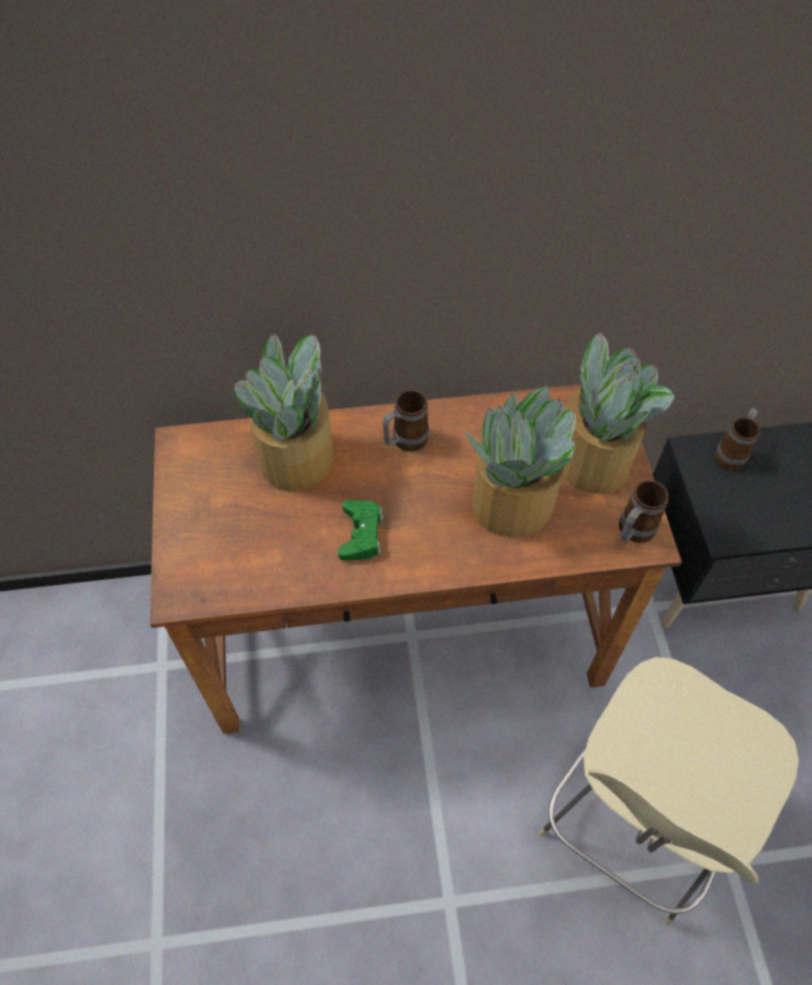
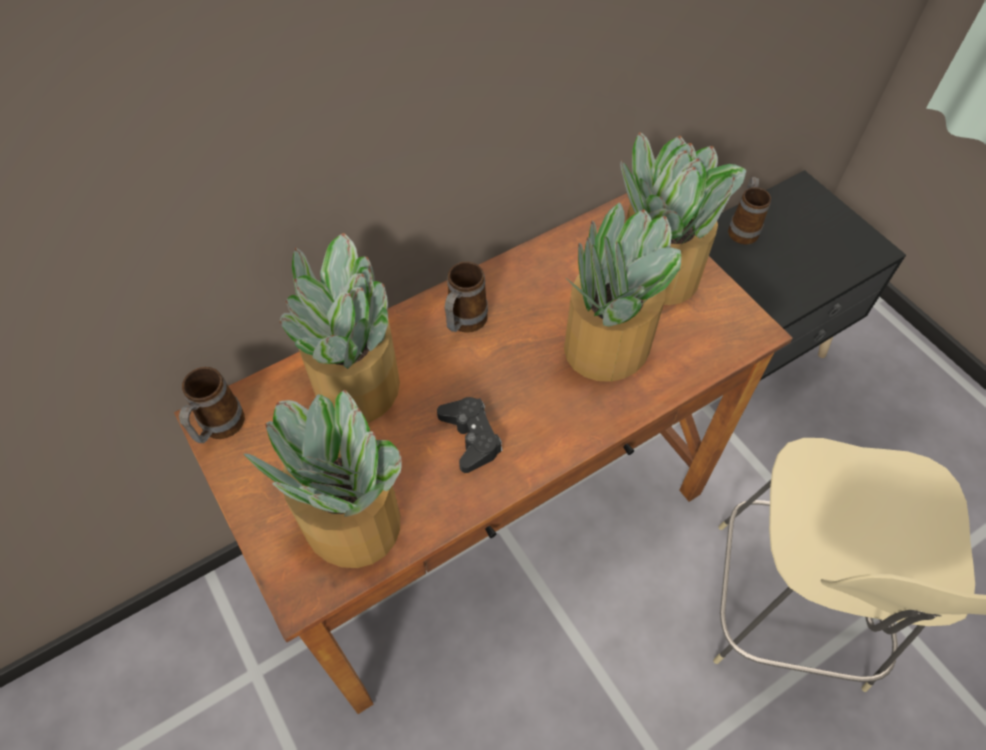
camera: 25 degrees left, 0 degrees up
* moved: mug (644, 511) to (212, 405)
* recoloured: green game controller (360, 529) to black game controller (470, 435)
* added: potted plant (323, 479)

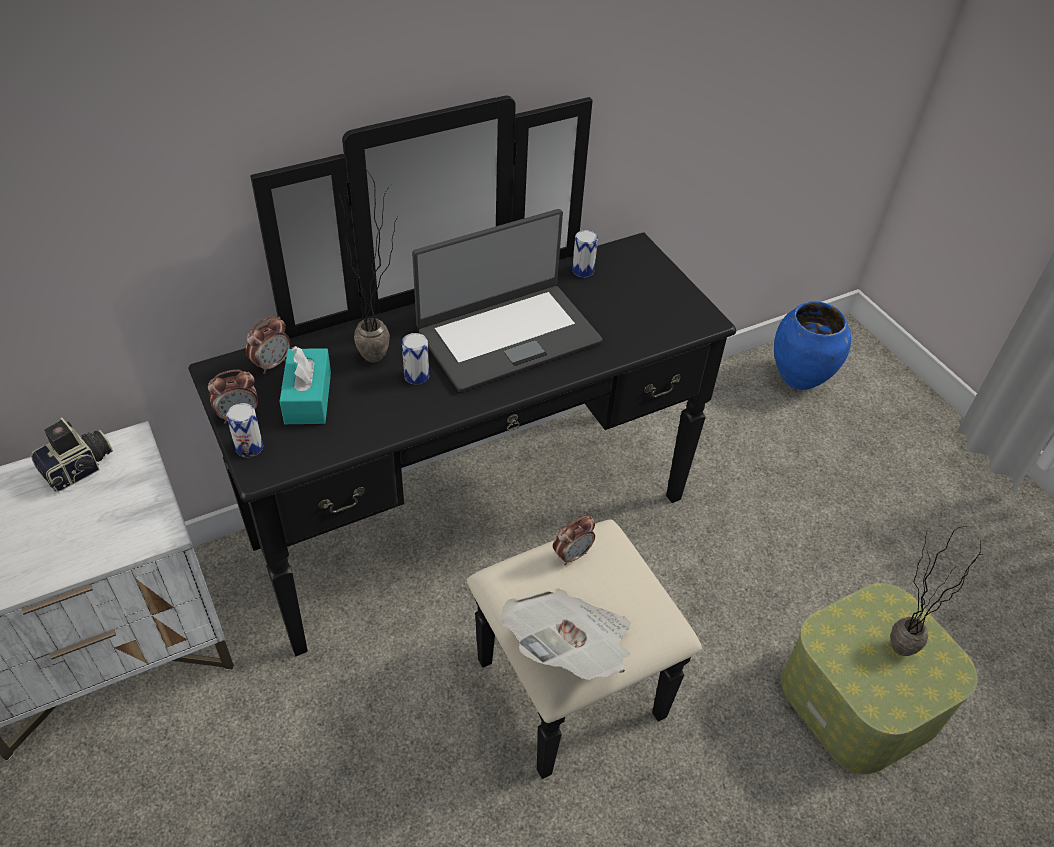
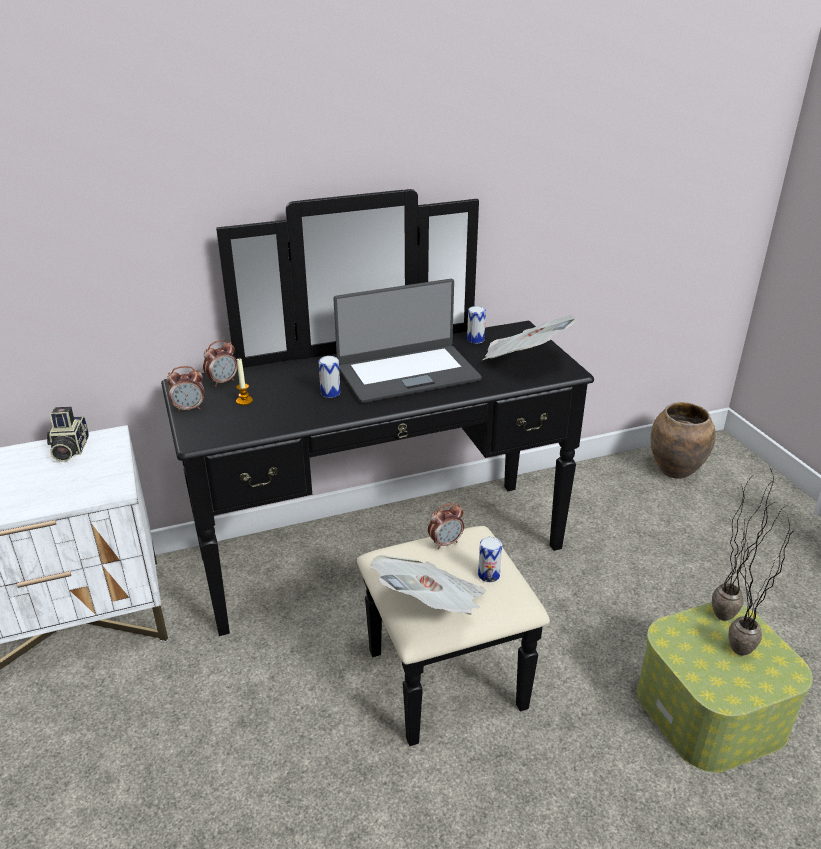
camera: 10 degrees right, 15 degrees down
* moved: potted plant (368, 264) to (749, 545)
* recoloured: blue vase (812, 345) to brown vase (683, 440)
* replaced: turquoise tissue box (305, 385) to candle (244, 382)
* moved: can (244, 430) to (490, 559)
* turned: photo camera (72, 454) = (68, 434) 120 degrees clockwise
* added: newspaper (529, 337)

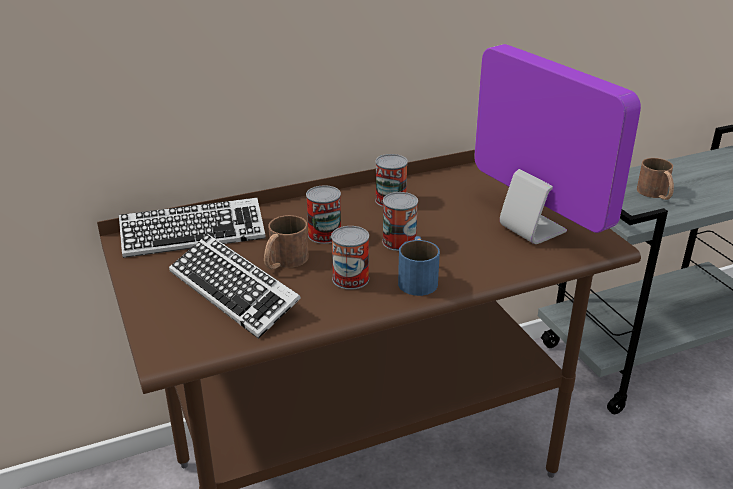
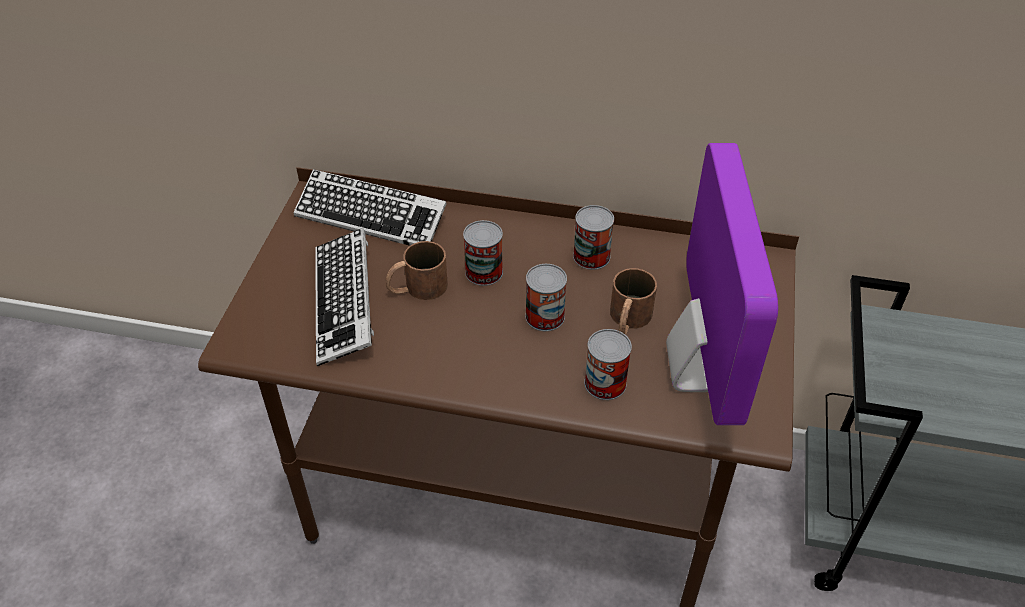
camera: 35 degrees right, 15 degrees up
* moved: brown mug (655, 179) to (633, 301)
* moved: can (350, 258) to (608, 364)
* removed: blue mug (419, 266)

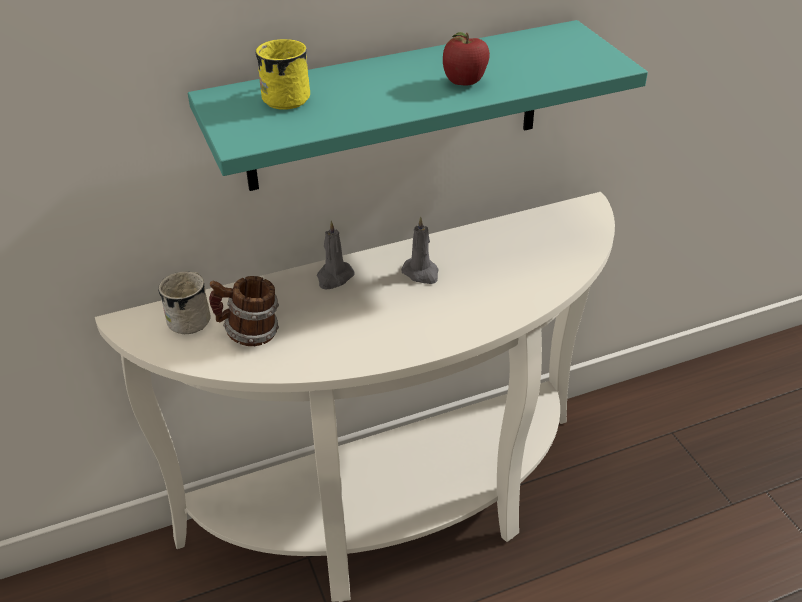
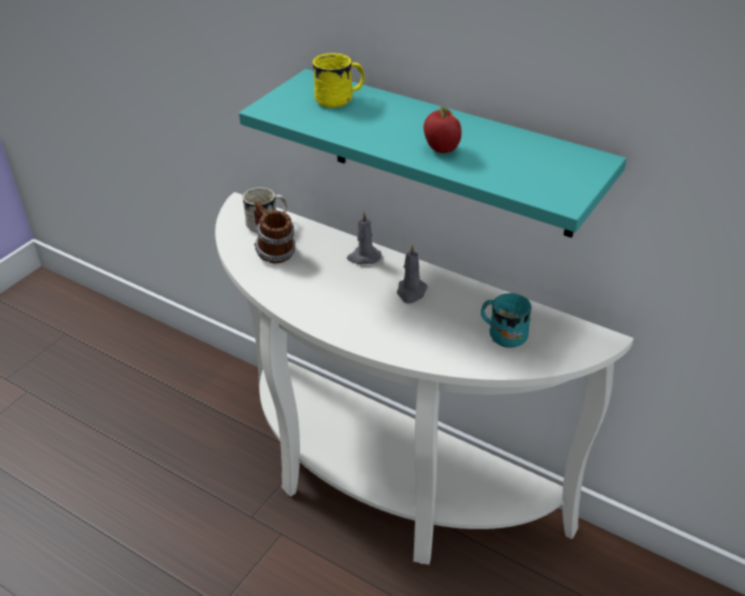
camera: 55 degrees right, 0 degrees up
* added: turquoise mug (506, 320)

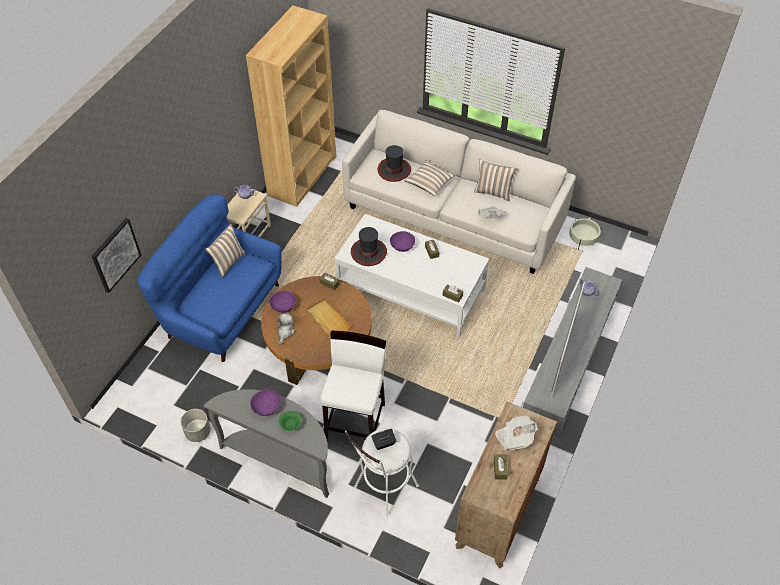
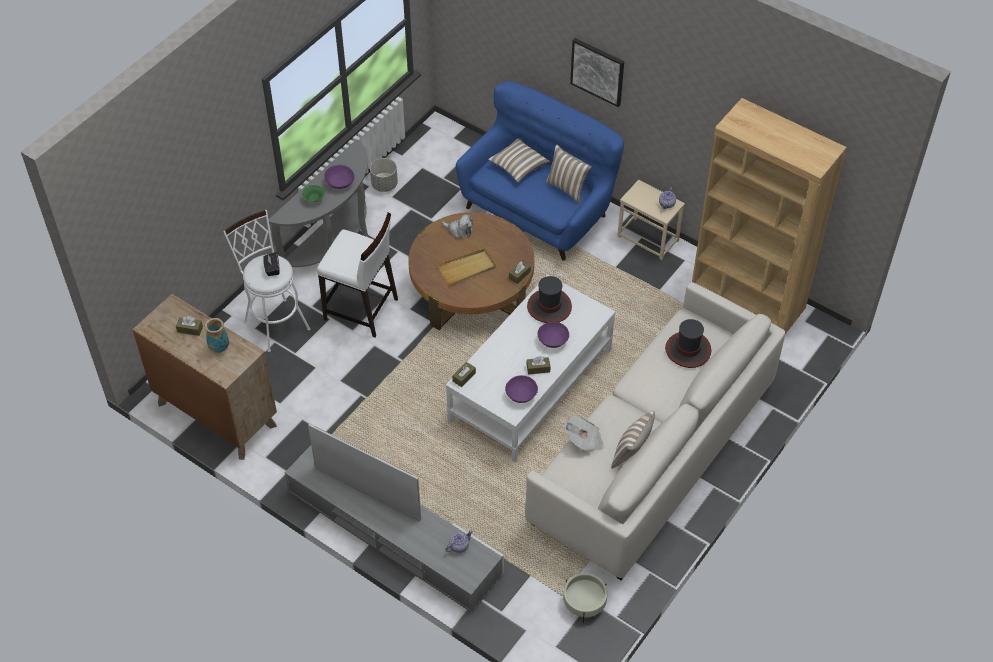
camera: 100 degrees right, 0 degrees up
* moved: pillow (430, 178) to (519, 161)
* moved: picture (116, 255) to (597, 72)
* moved: purple bowl (283, 302) to (521, 389)
* replaced: newspaper (516, 433) to vase (217, 335)

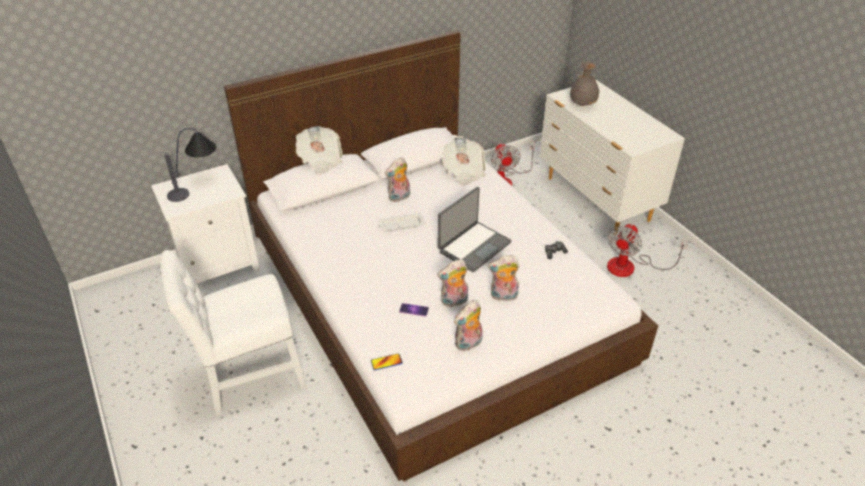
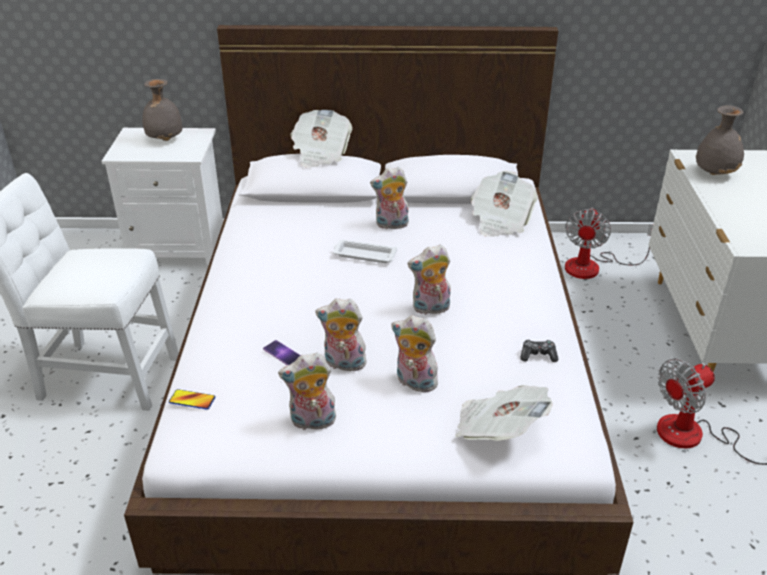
camera: 30 degrees right, 5 degrees down
* replaced: table lamp (190, 165) to grey vase (162, 110)
* replaced: laptop (475, 229) to plush toy (429, 279)
* added: newspaper (504, 413)

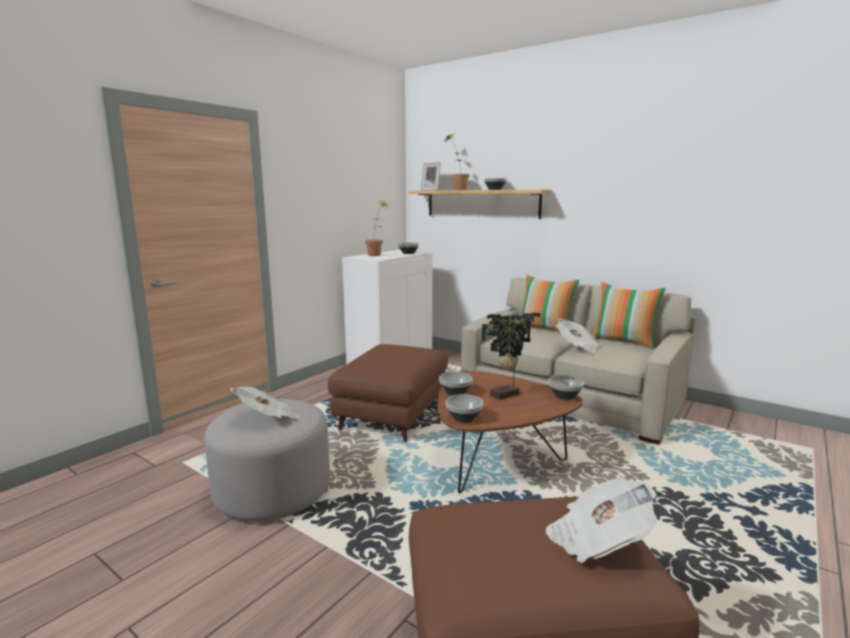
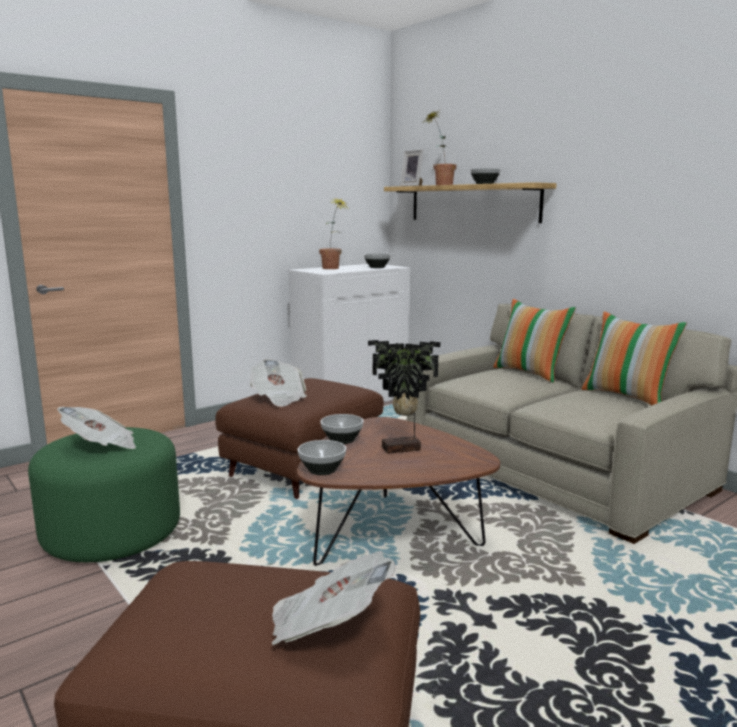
camera: 15 degrees right, 0 degrees up
* moved: newspaper (578, 336) to (278, 383)
* removed: bowl (566, 387)
* recoloured: grey ottoman (267, 460) to green ottoman (104, 494)

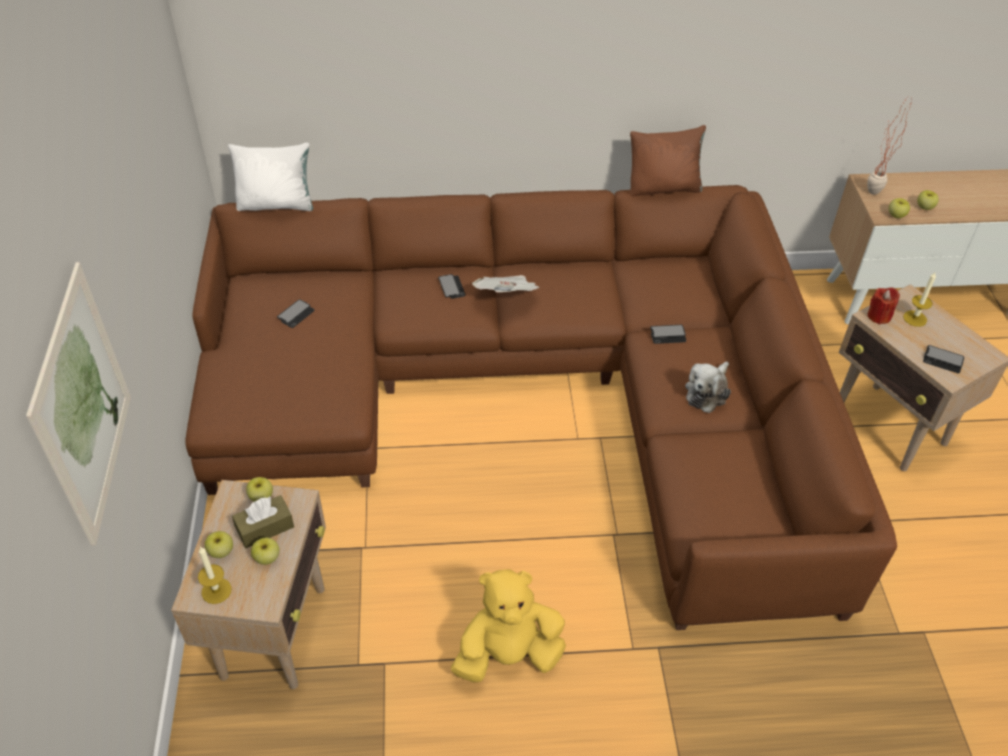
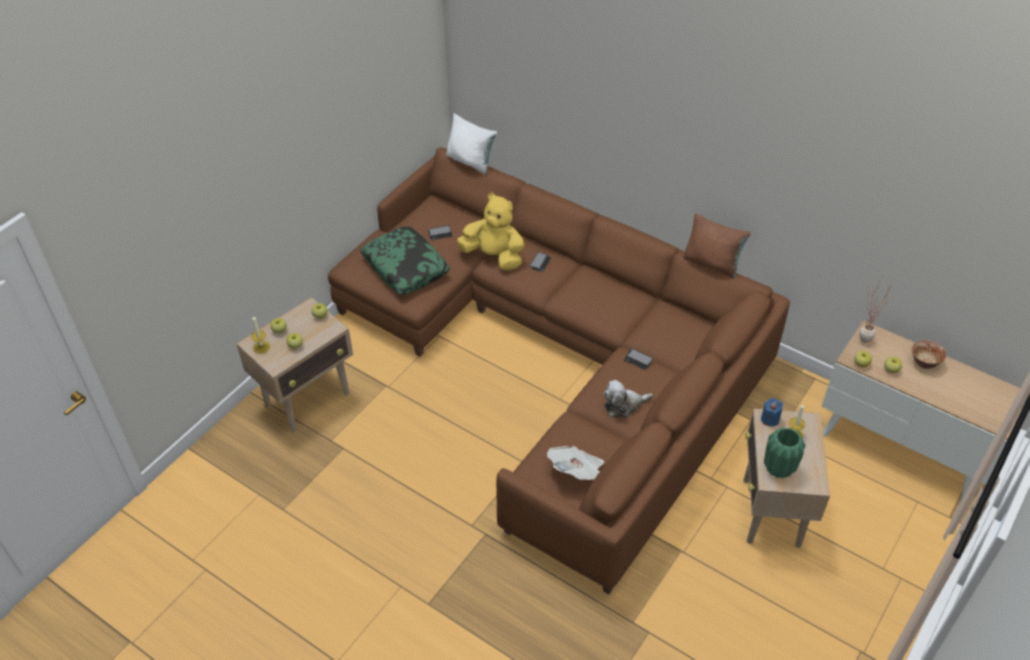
camera: 40 degrees right, 0 degrees up
* removed: picture (78, 404)
* moved: newspaper (506, 283) to (575, 463)
* recoloured: red candle (883, 306) to blue candle (772, 412)
* replaced: phone (943, 359) to green vase (784, 452)
* removed: brown tissue box (263, 521)
* moved: yellow plush toy (508, 626) to (490, 231)
* added: pillow (405, 260)
* added: bowl (928, 354)

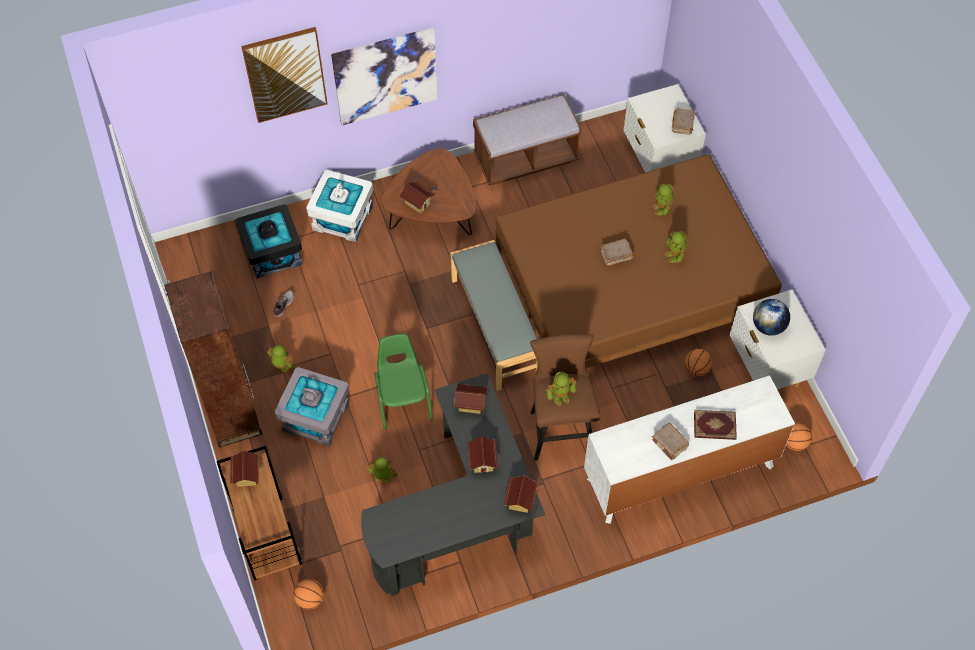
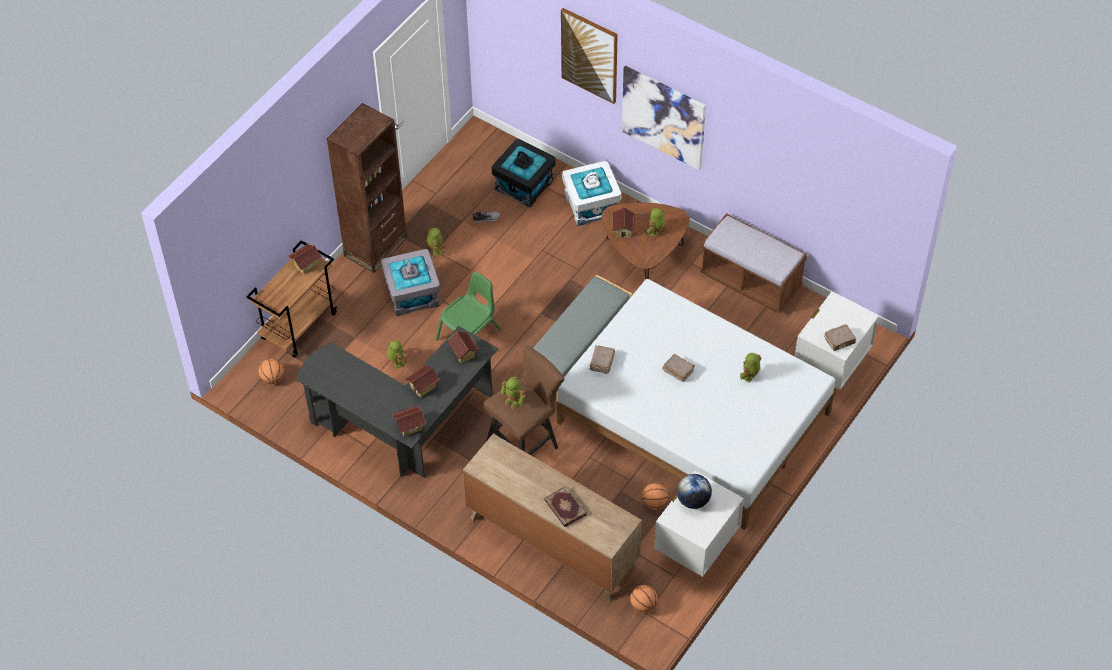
camera: 55 degrees right, 5 degrees down
* recoloured: brown bed (639, 261) to white bed (696, 404)
* moved: toy robot (675, 247) to (655, 222)
* recoloured: white dresser (689, 449) to brown dresser (552, 518)
* moved: brown book (670, 441) to (602, 359)

